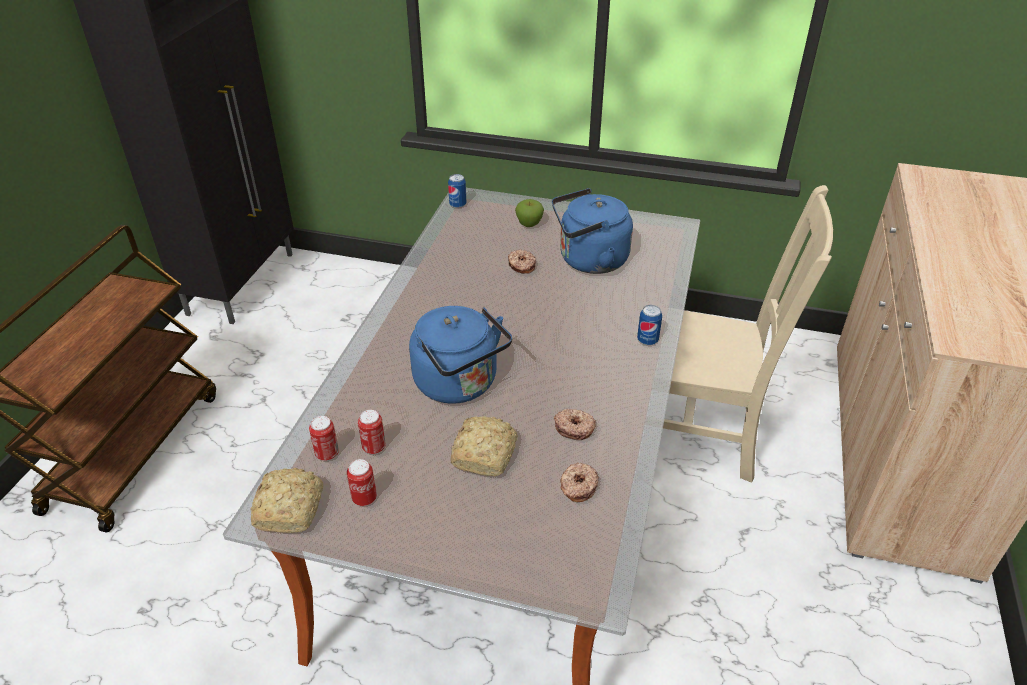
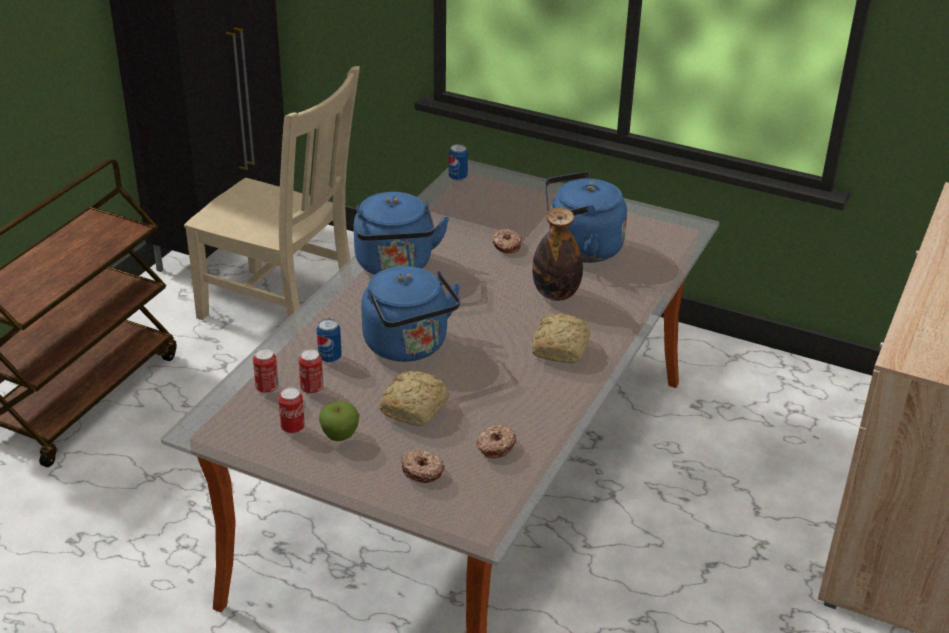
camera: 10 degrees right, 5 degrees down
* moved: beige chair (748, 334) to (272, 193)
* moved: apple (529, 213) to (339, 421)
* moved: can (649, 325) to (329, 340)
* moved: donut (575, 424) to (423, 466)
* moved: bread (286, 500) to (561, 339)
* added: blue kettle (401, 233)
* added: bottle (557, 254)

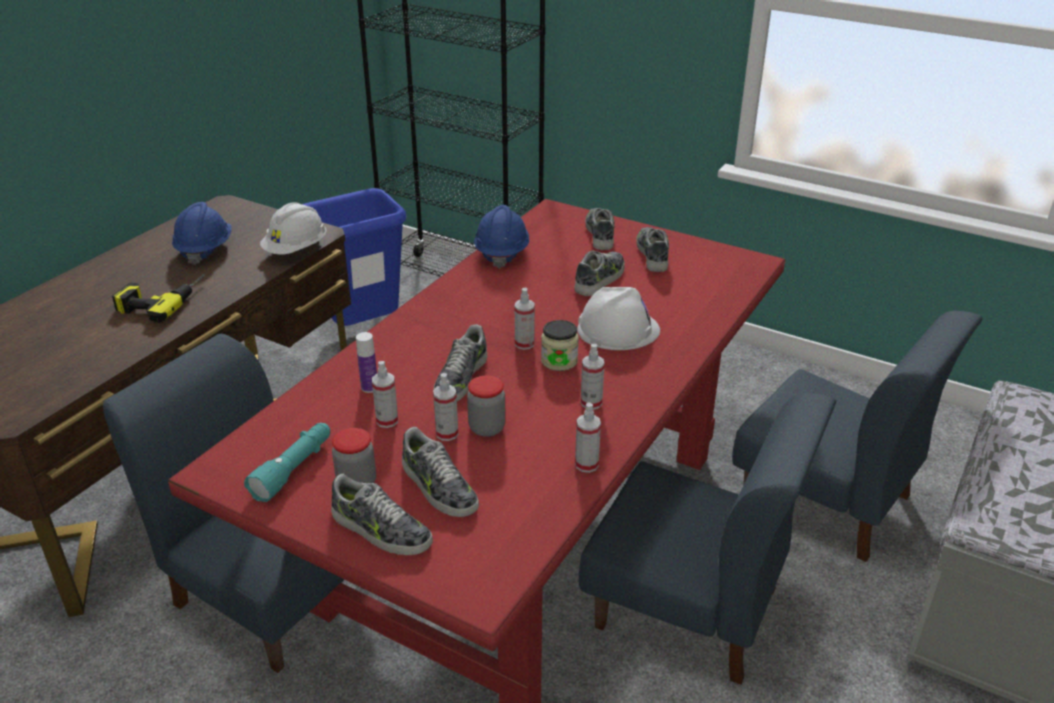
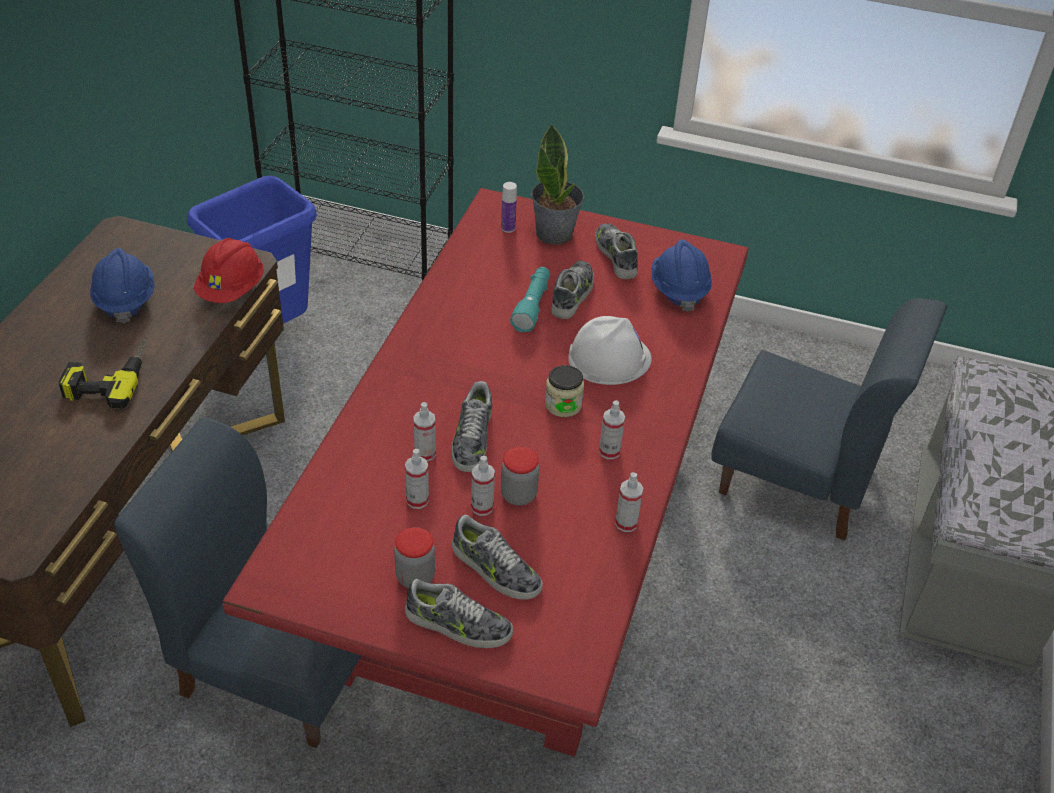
camera: 15 degrees left, 10 degrees up
* recoloured: white hard hat (293, 228) to red hard hat (229, 270)
* moved: blue hard hat (501, 237) to (682, 276)
* replaced: shoe (600, 229) to potted plant (557, 184)
* moved: spray bottle (525, 319) to (424, 431)
* moved: bottle (366, 362) to (509, 207)
* removed: blue chair (707, 539)
* moved: turquoise flashlight (287, 462) to (530, 299)

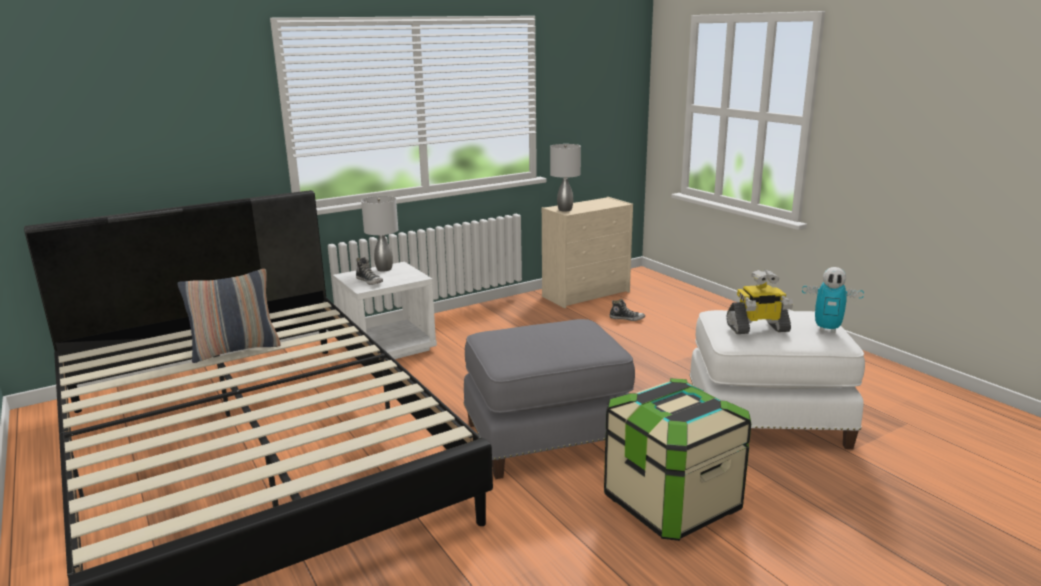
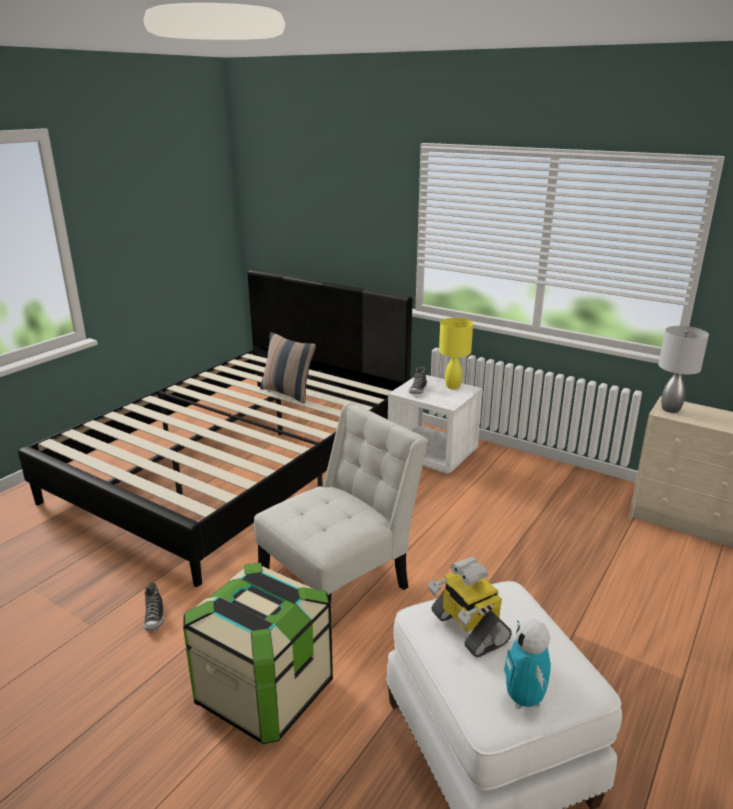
camera: 65 degrees right, 5 degrees up
* recoloured: grey table lamp (379, 234) to yellow table lamp (456, 353)
* moved: shoe (627, 310) to (154, 606)
* replaced: grey ottoman (549, 399) to white chair (341, 504)

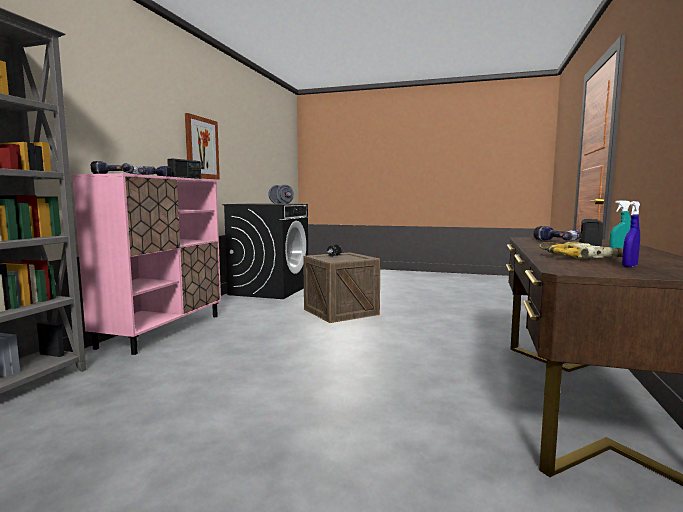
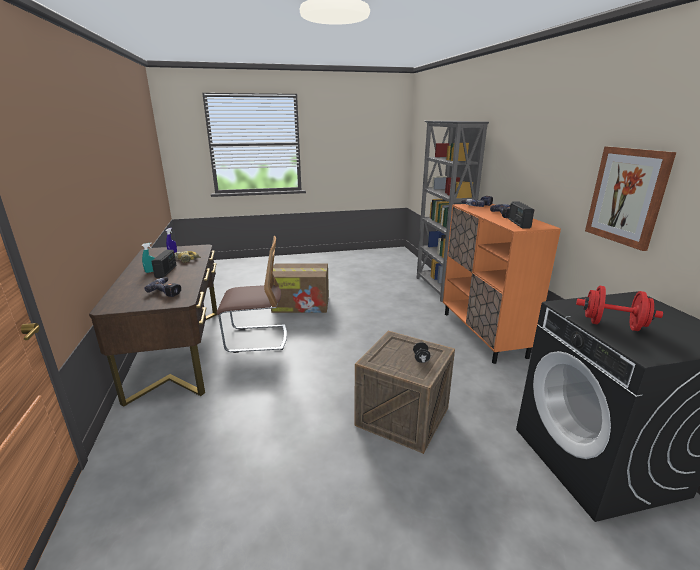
camera: 150 degrees right, 15 degrees up
* recoloured: pink cabinet (146, 264) to orange cabinet (502, 284)
* recoloured: grey dumbbell (281, 194) to red dumbbell (619, 308)
* added: chair (251, 294)
* added: cardboard box (300, 288)

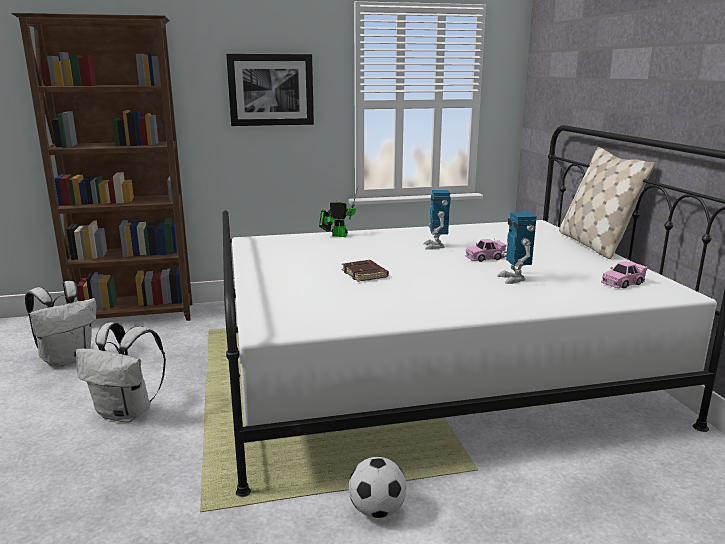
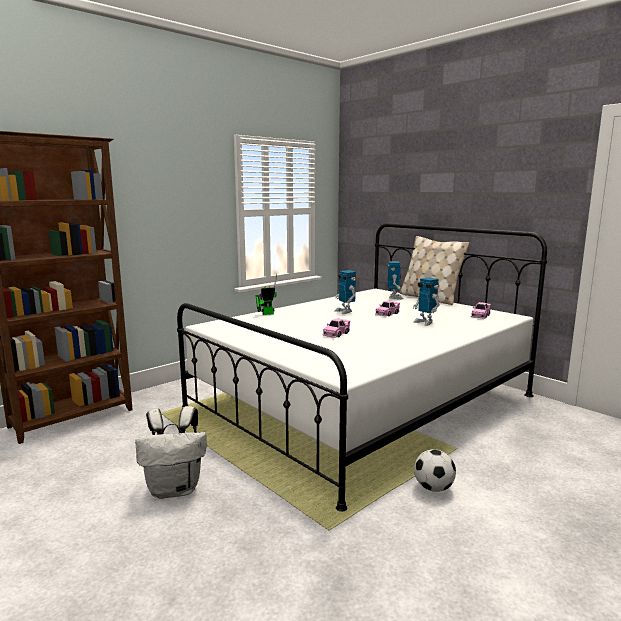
camera: 30 degrees left, 5 degrees down
* removed: picture (270, 90)
* replaced: brown book (365, 271) to pink toy car (336, 328)
* removed: white backpack (61, 324)
* added: toy robot (395, 280)

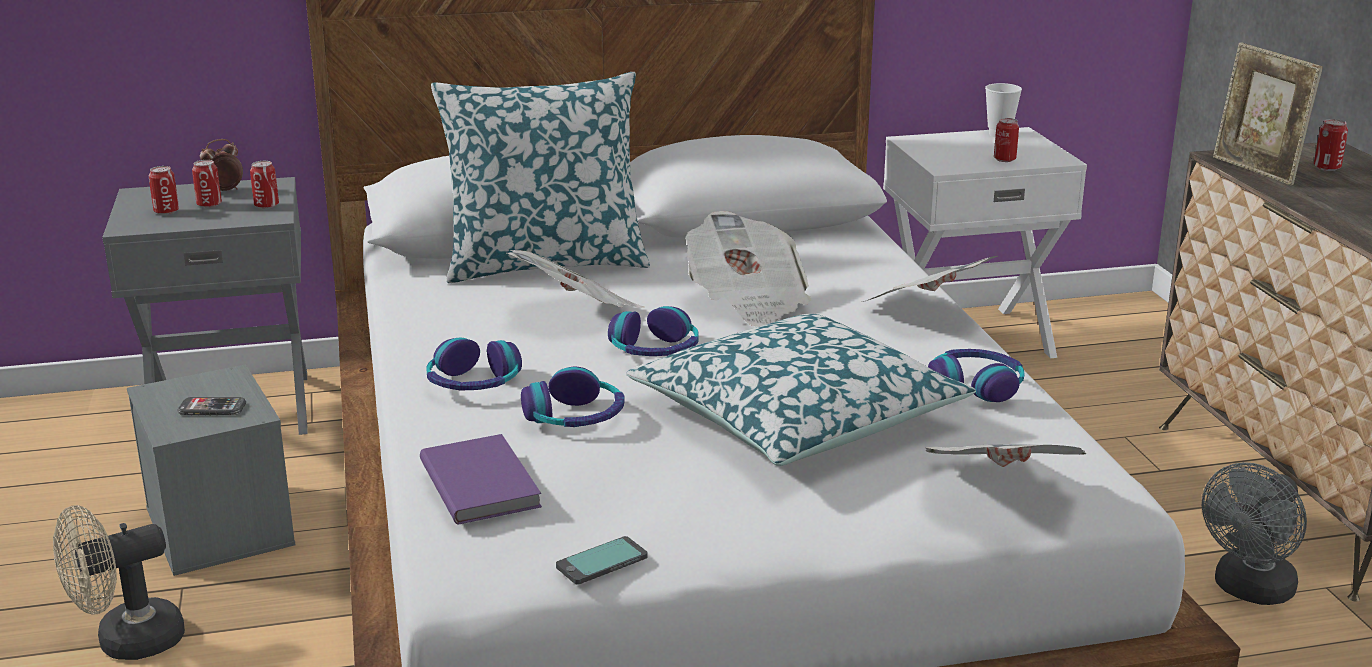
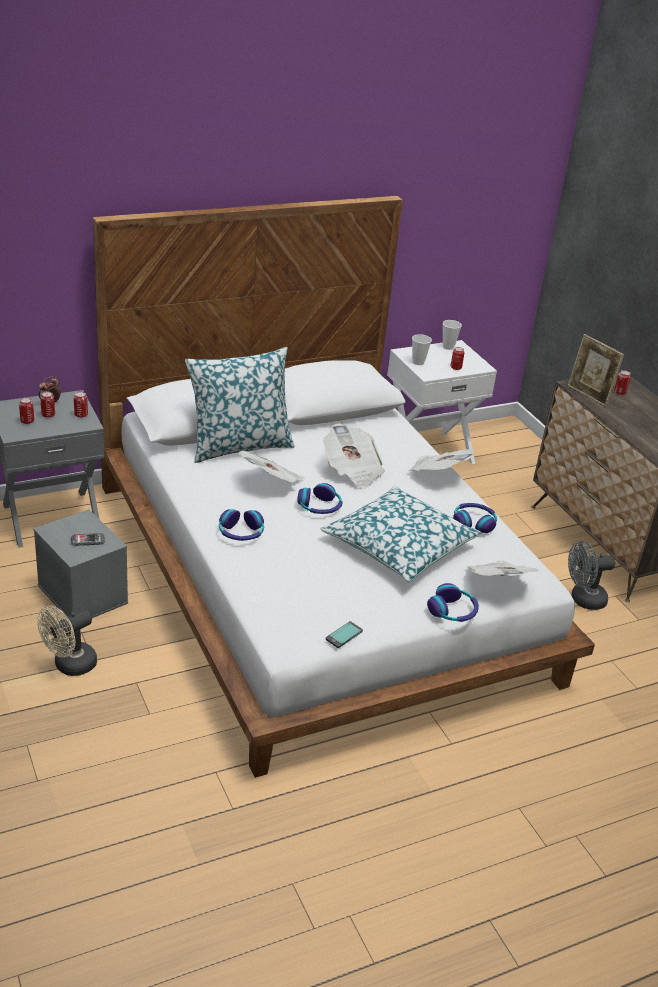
camera: 15 degrees left, 10 degrees up
* moved: headphones (572, 397) to (453, 602)
* removed: purple book (481, 479)
* turned: grey fan (1254, 533) = (591, 575) 45 degrees clockwise
* added: cup (422, 349)

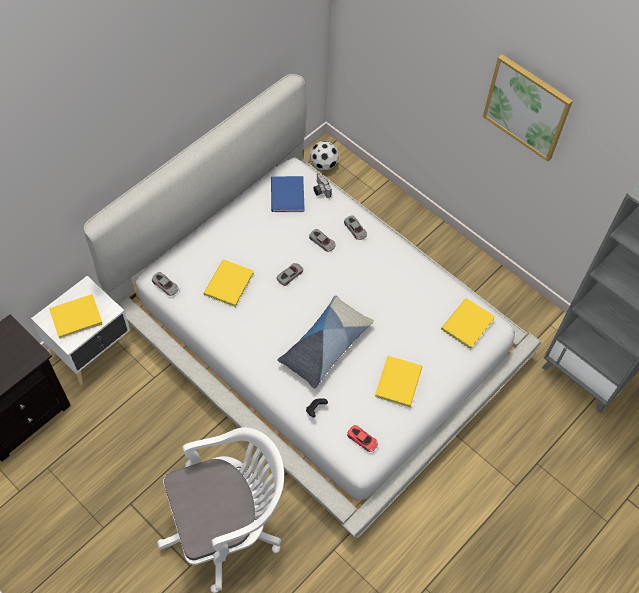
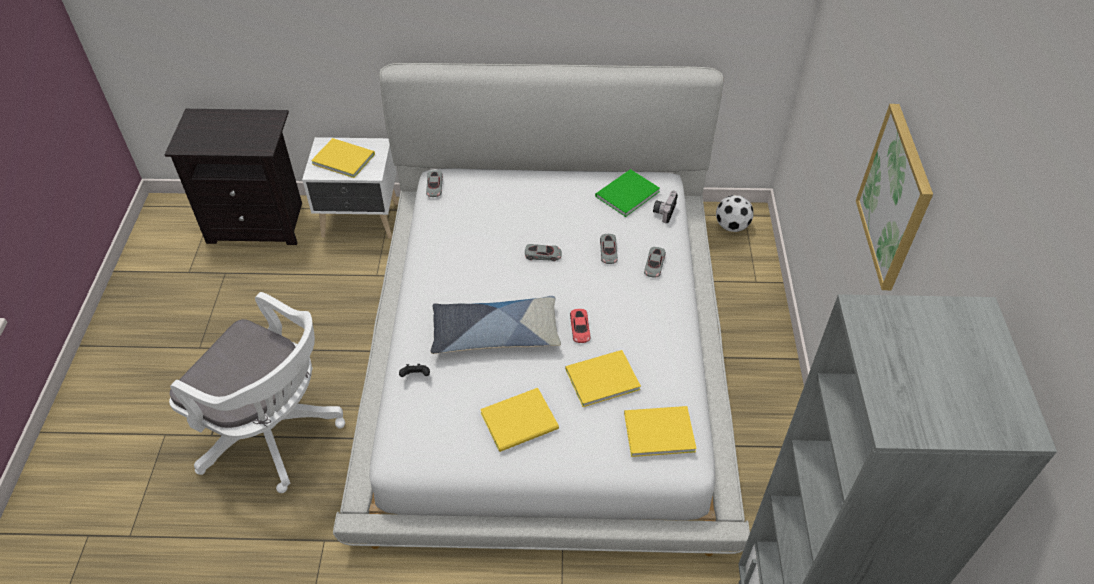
camera: 50 degrees right, 10 degrees down
* recoloured: blue book (288, 194) to green book (627, 193)
* moved: yellow book (228, 283) to (603, 378)
* moved: red toy car (362, 438) to (580, 326)

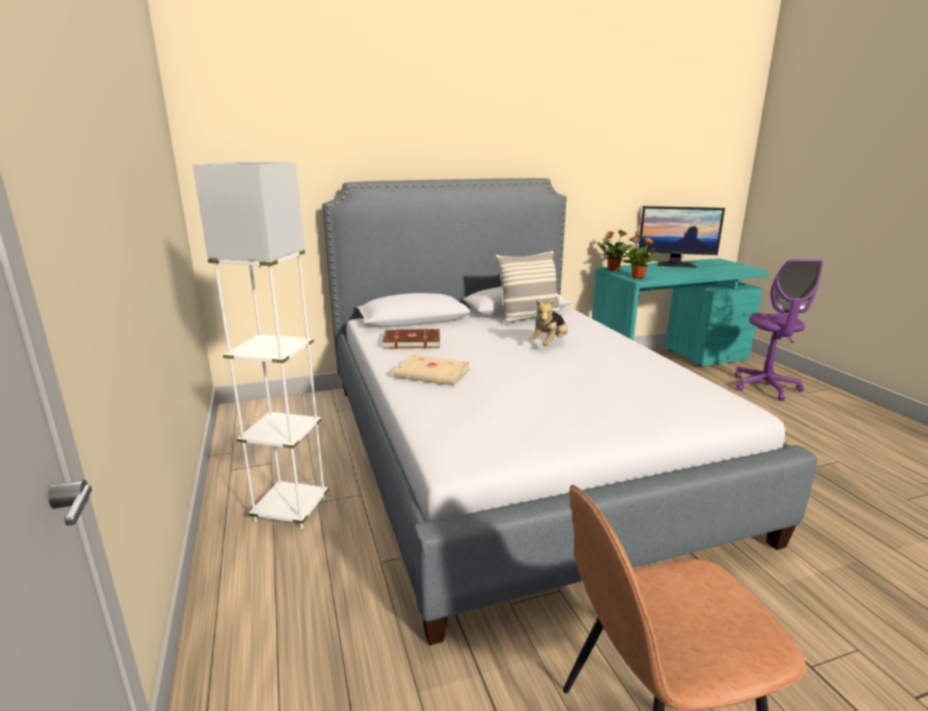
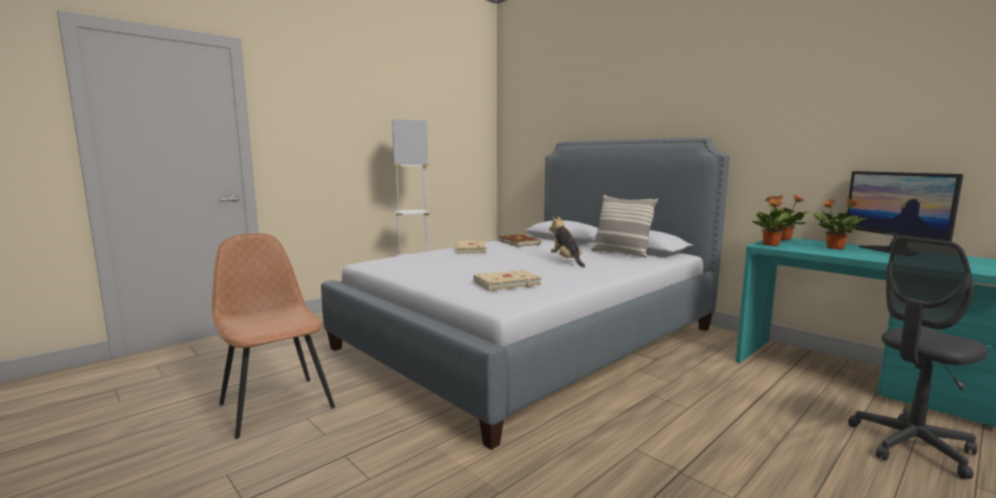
camera: 65 degrees right, 10 degrees down
* recoloured: purple office chair (779, 330) to grey office chair (918, 357)
* turned: plush toy (548, 322) = (567, 241) 60 degrees clockwise
* added: potted plant (840, 223)
* added: beige book (508, 280)

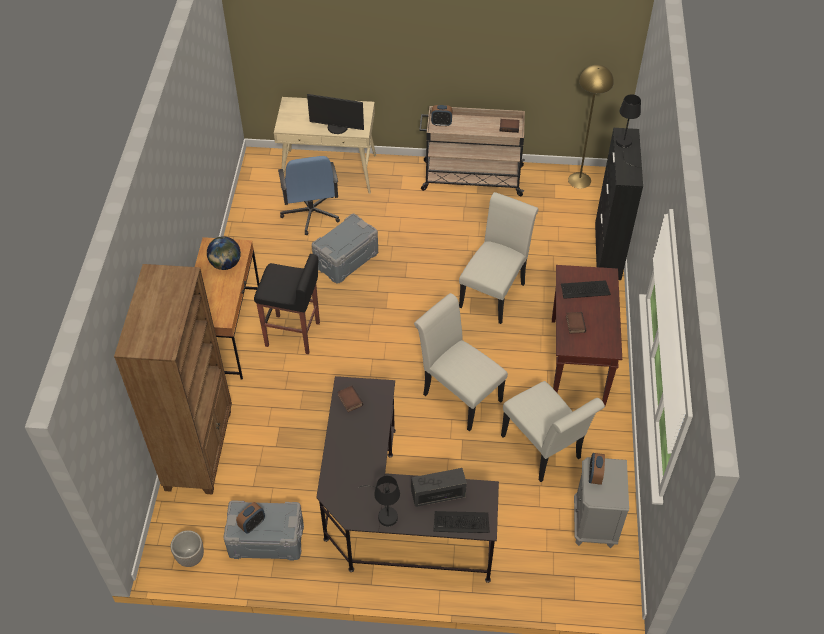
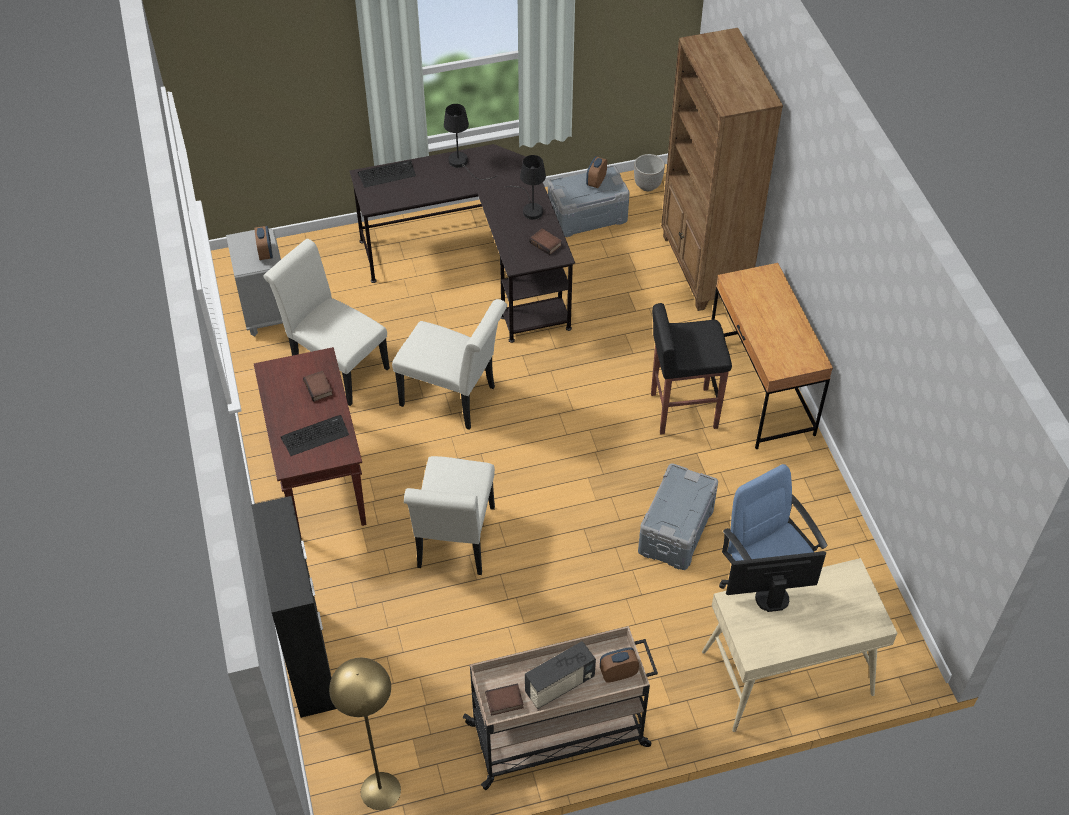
camera: 160 degrees right, 0 degrees up
* moved: black table lamp (628, 130) to (526, 187)
* removed: globe (224, 253)
* moved: radio (439, 487) to (560, 675)

